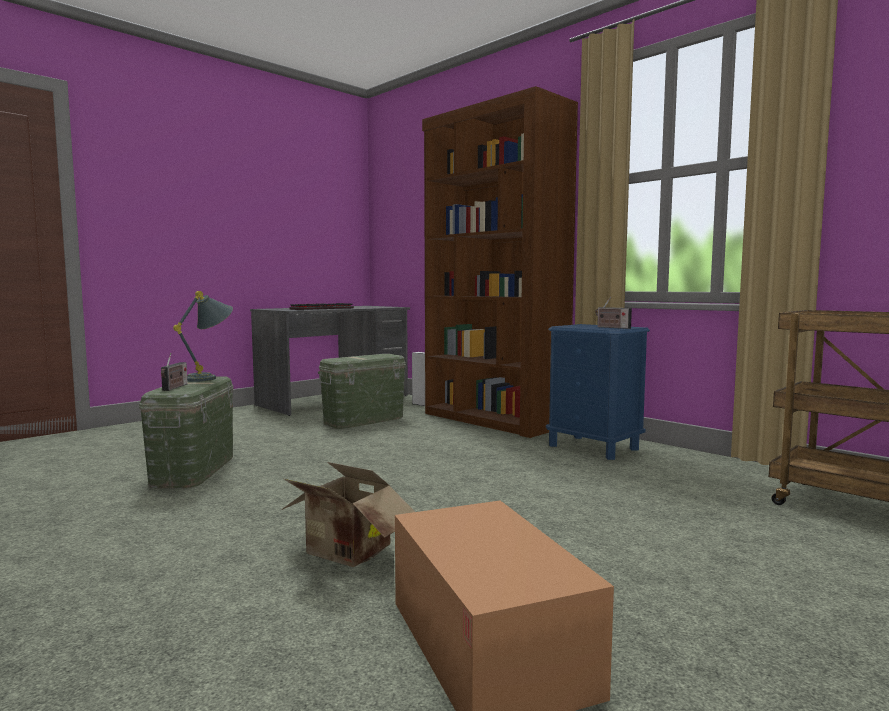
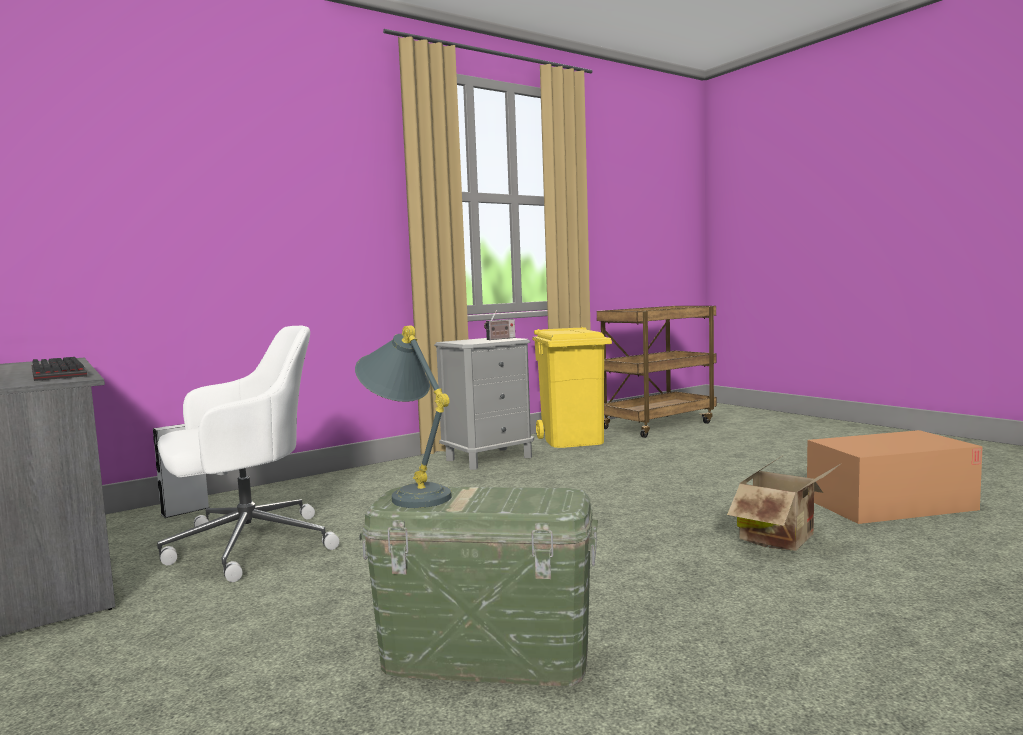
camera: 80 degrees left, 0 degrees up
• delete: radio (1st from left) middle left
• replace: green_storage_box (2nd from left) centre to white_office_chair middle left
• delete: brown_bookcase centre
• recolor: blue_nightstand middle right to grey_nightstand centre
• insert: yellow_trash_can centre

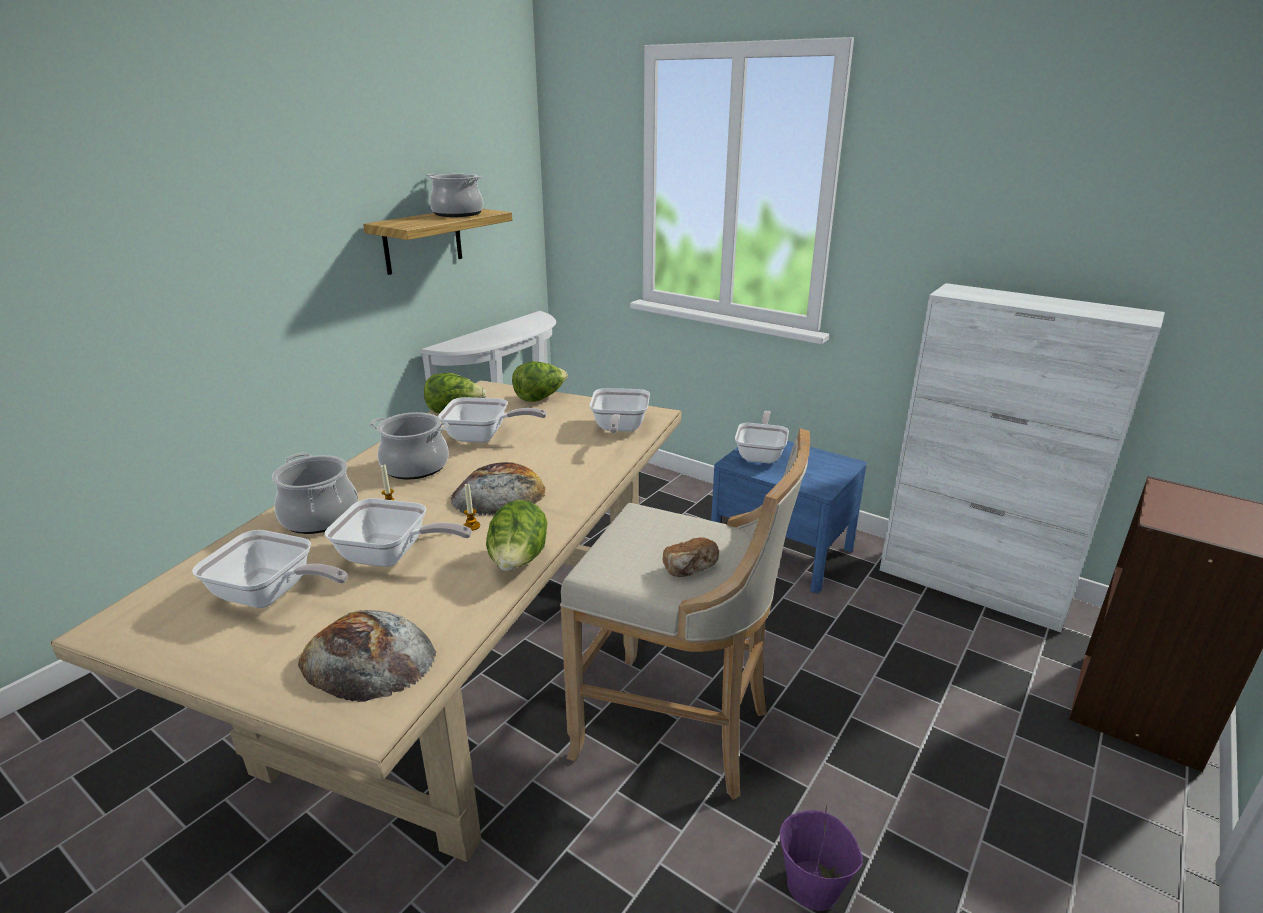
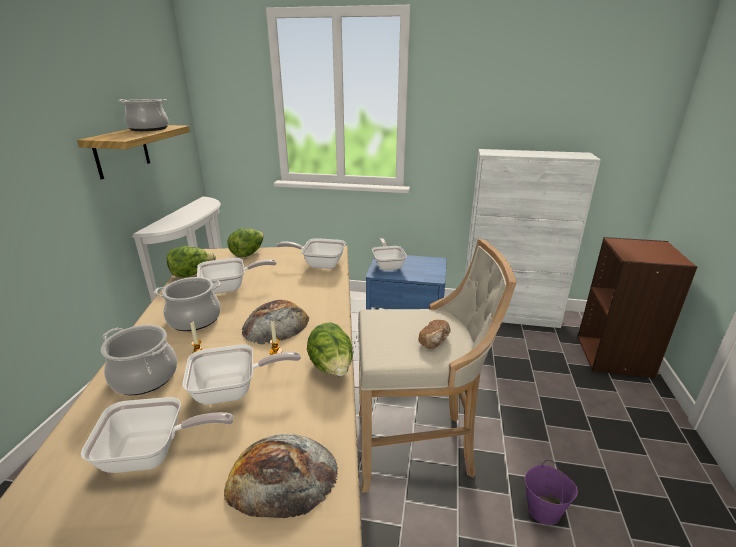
camera: 25 degrees left, 0 degrees up
• rotate: frying_pan (4th from left) centre = centre 120 degrees clockwise

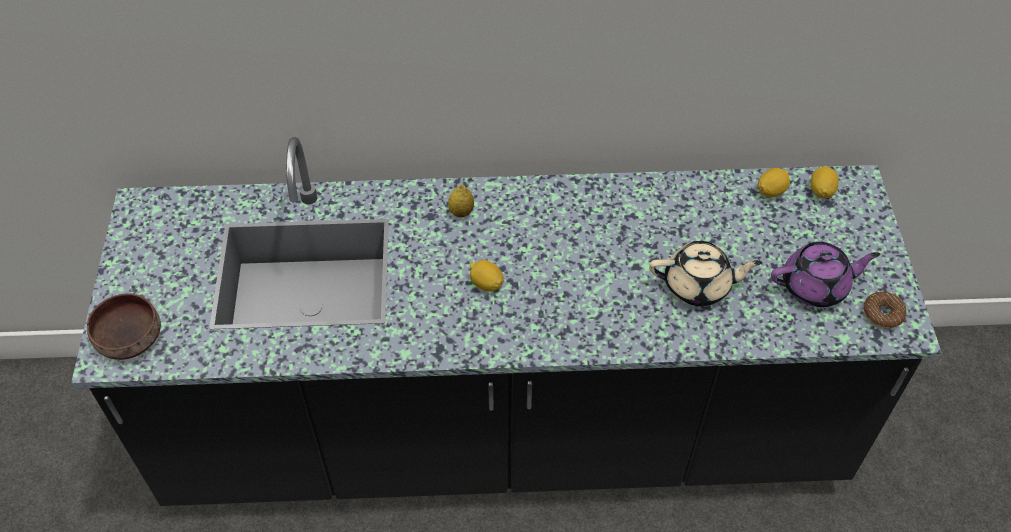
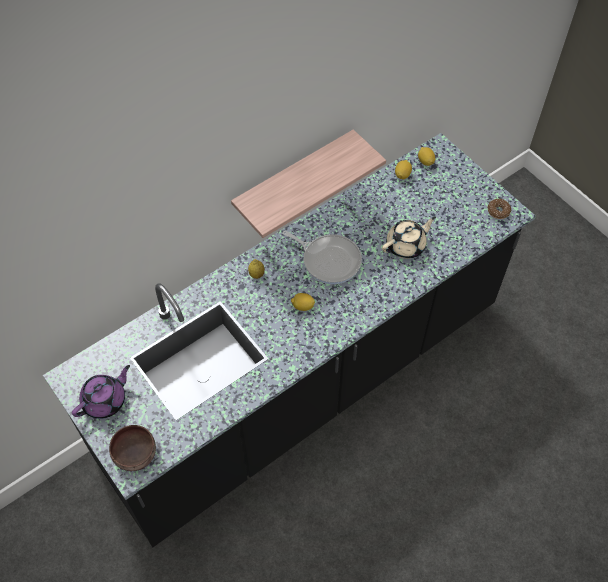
camera: 35 degrees left, 5 degrees up
• move: purple_teapot middle right to bottom left
• insert: shelf top centre
• insert: frying_pan centre

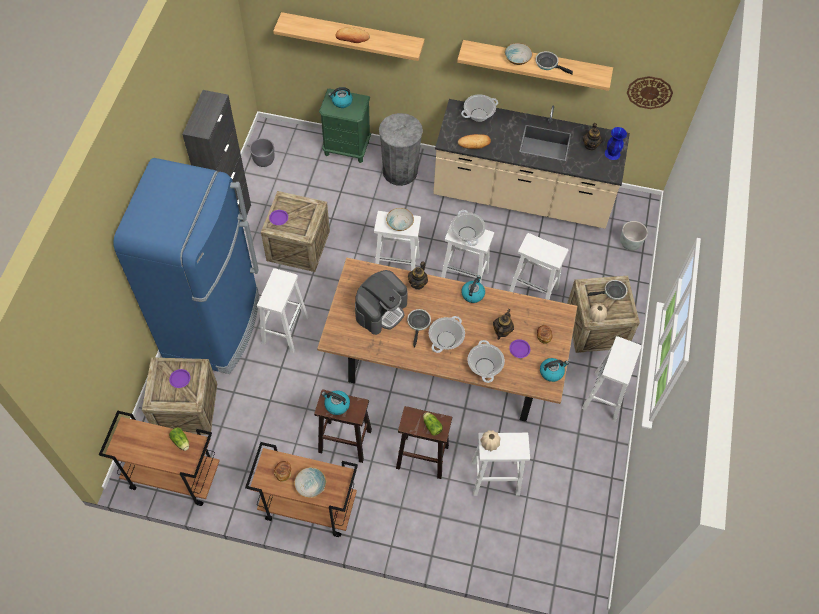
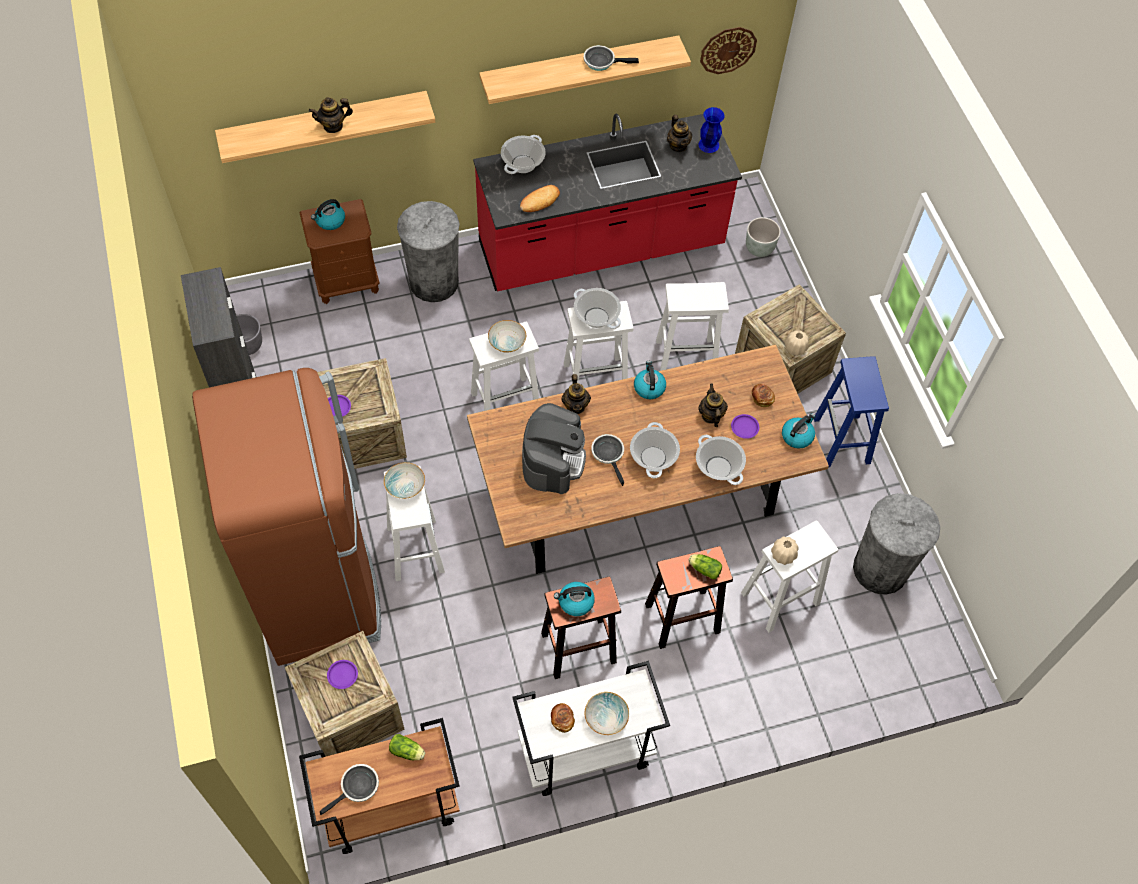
camera: 30 degrees left, 0 degrees up
• recolor: blue_fridge middle left to brown_fridge middle left
• recolor: brown_cart (2nd from left) bottom centre to white_cart bottom centre
• recolor: green_nightstand top centre to brown_nightstand top left
• replace: bread (2nd from left) top centre to teapot (1st from left) top left
• recolor: beige_counter top centre to red_counter top centre
• move: bowl (3rd from left in the first image) top centre to bowl (1st from left) centre
• recolor: white_stool (6th from left) middle right to blue_stool middle right
• move: frying_pan (3rd from left in the first image) middle right to frying_pan (1st from left) bottom left
• insert: grey_trash_can (2nd from left) middle right

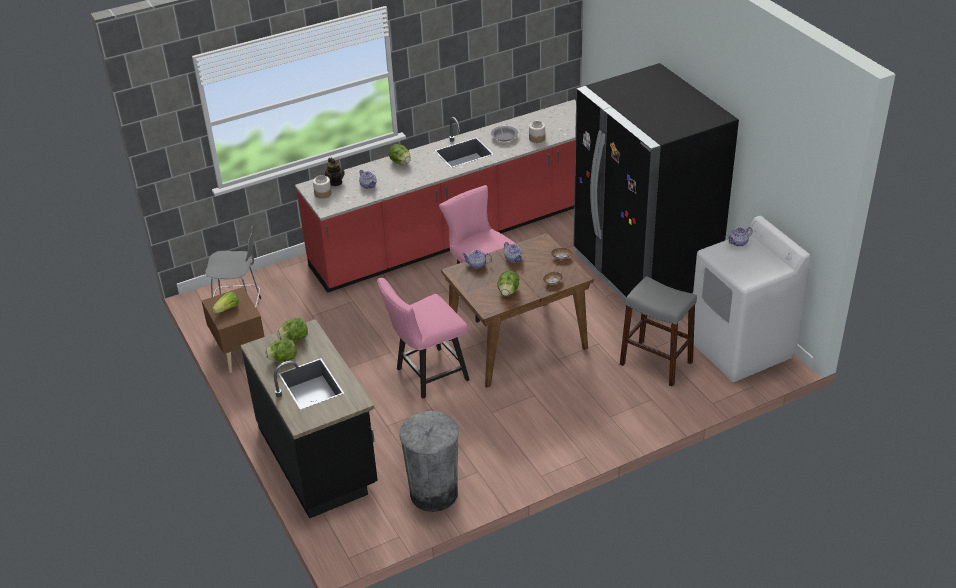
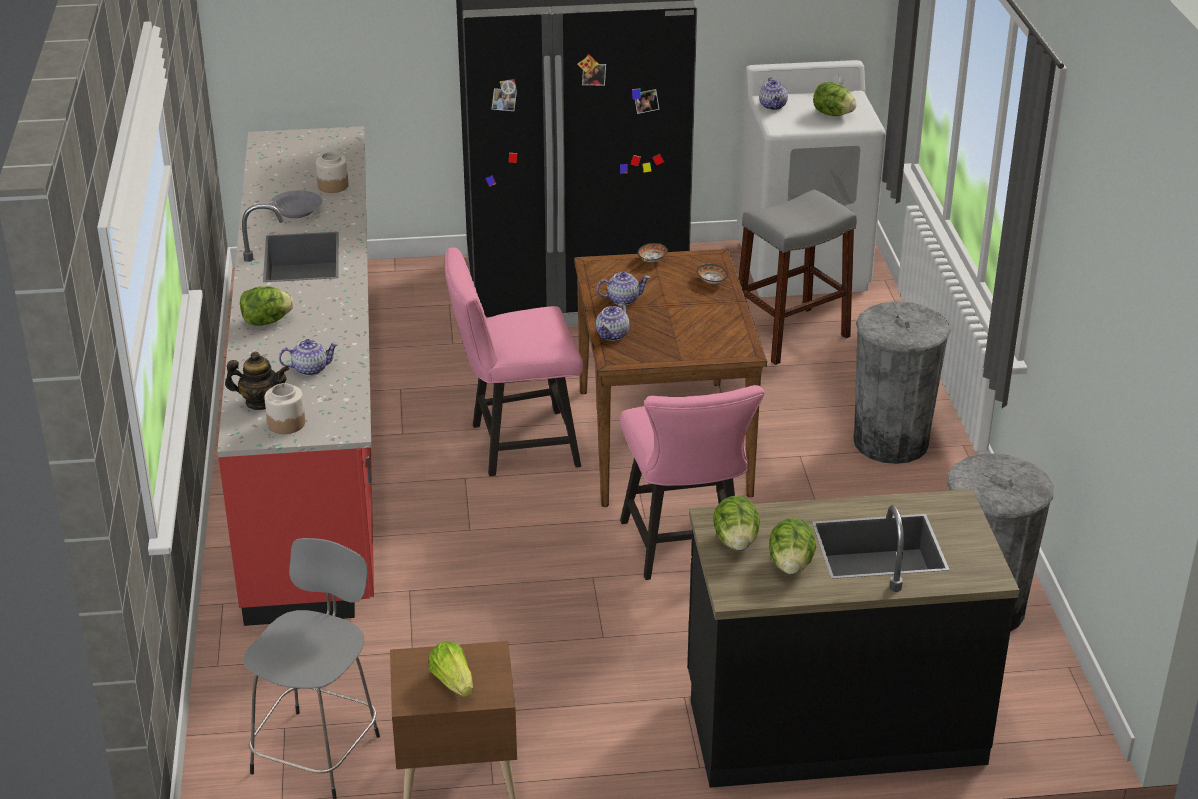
camera: 70 degrees left, 5 degrees down
• move: lettuce (5th from left) centre to top right
• insert: grey_trash_can (1st from left) middle right

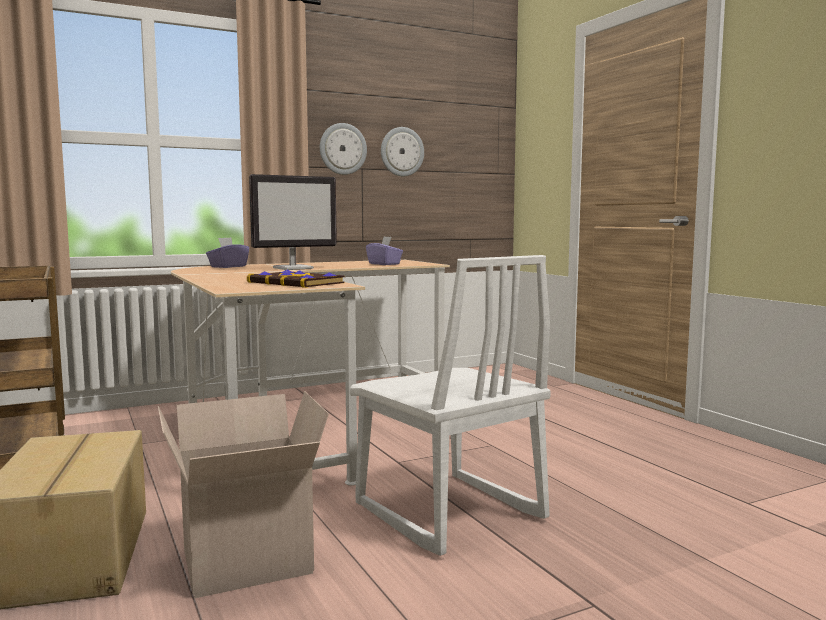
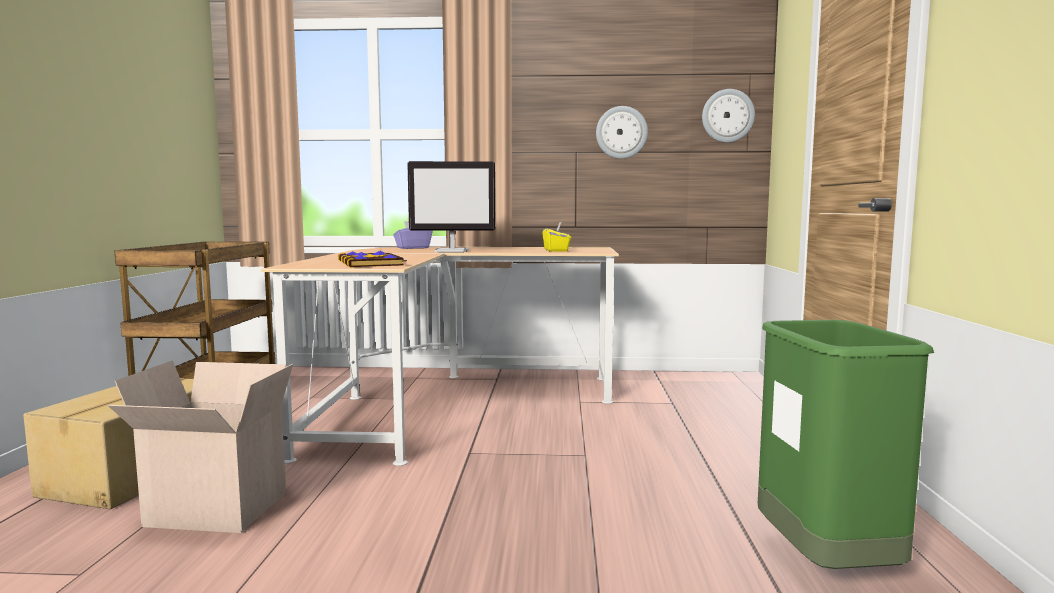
camera: 30 degrees right, 0 degrees up
• move: wall_clock (1st from left in the first image) top centre to wall_clock (2nd from left) top right
• delete: white_chair centre
• recolor: purple_tissue_box (2nd from left) centre to yellow_tissue_box centre
• insert: green_trash_can bottom right

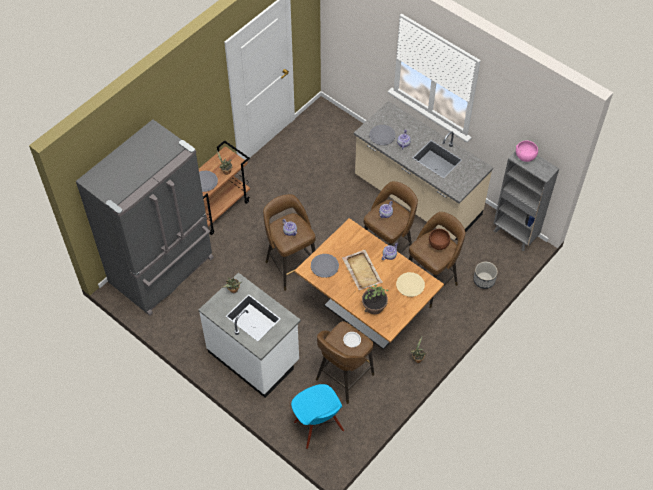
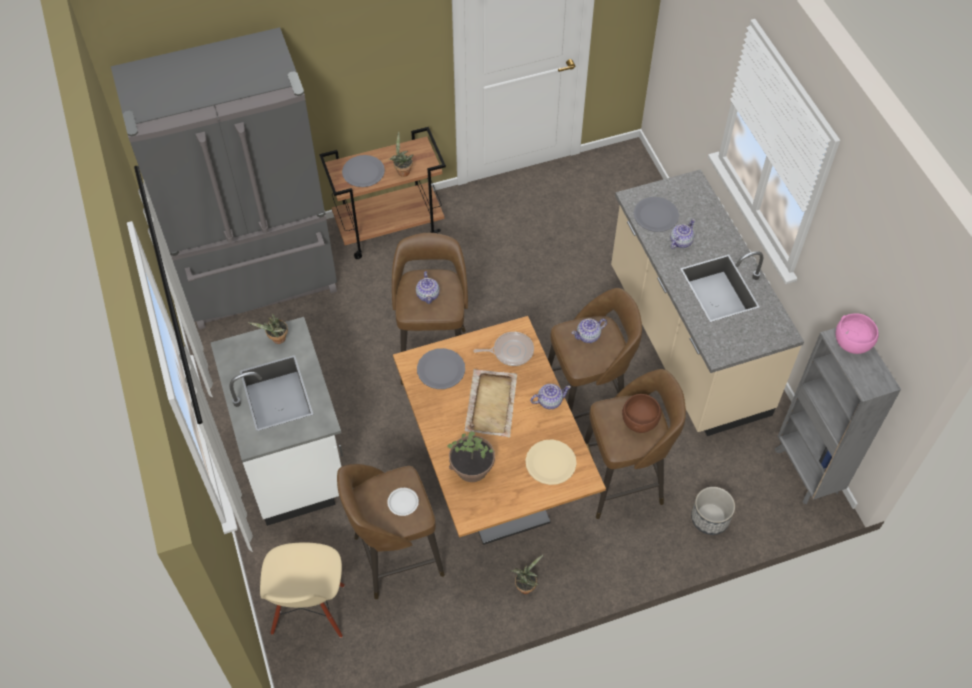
camera: 30 degrees right, 0 degrees up
• recolor: blue_chair bottom centre to beige_chair bottom left
• insert: frying_pan centre

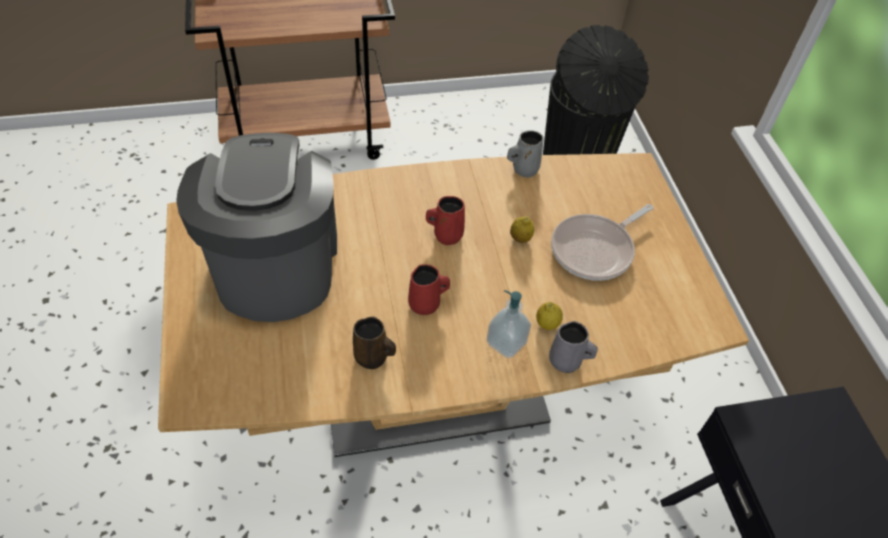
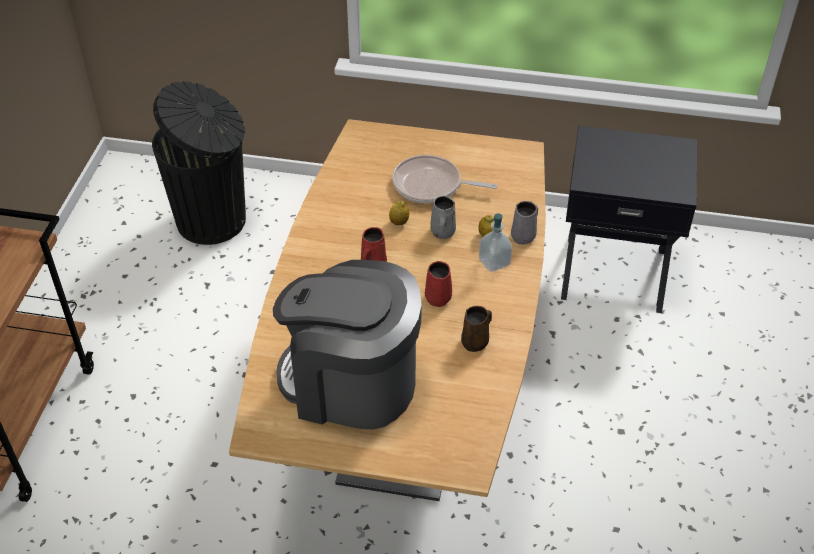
camera: 65 degrees left, 5 degrees down
• move: grey_mug (1st from left) top centre to centre
• rotate: frying_pan middle right = top centre 120 degrees clockwise

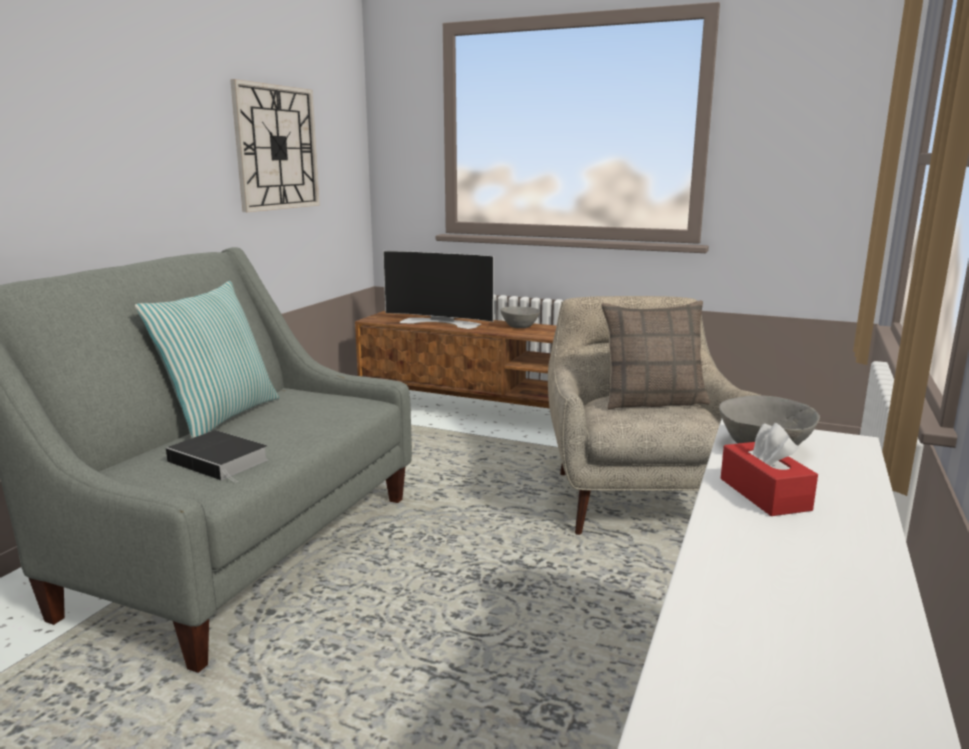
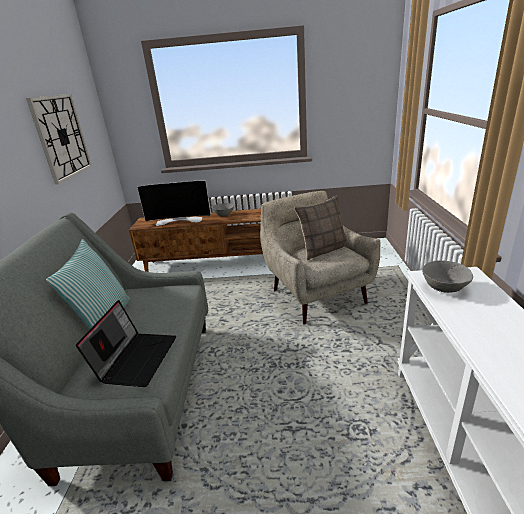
camera: 20 degrees left, 10 degrees up
• replace: book middle left to laptop bottom left
• delete: red_tissue_box middle right

